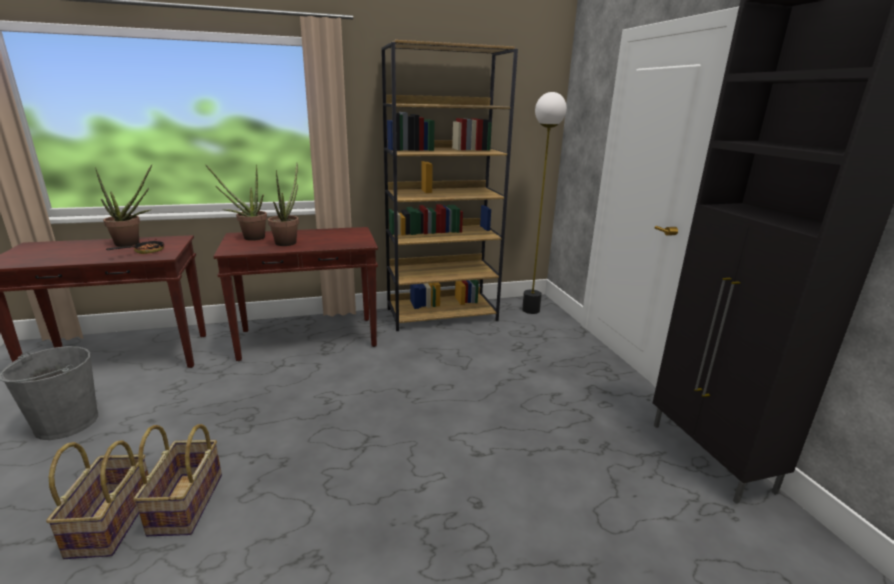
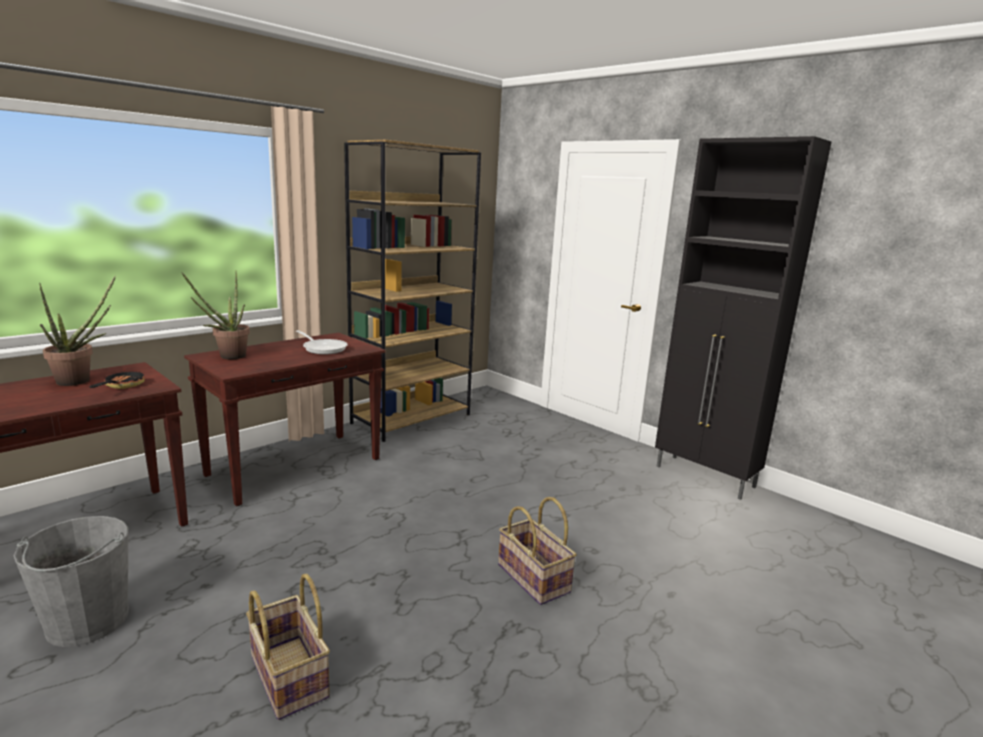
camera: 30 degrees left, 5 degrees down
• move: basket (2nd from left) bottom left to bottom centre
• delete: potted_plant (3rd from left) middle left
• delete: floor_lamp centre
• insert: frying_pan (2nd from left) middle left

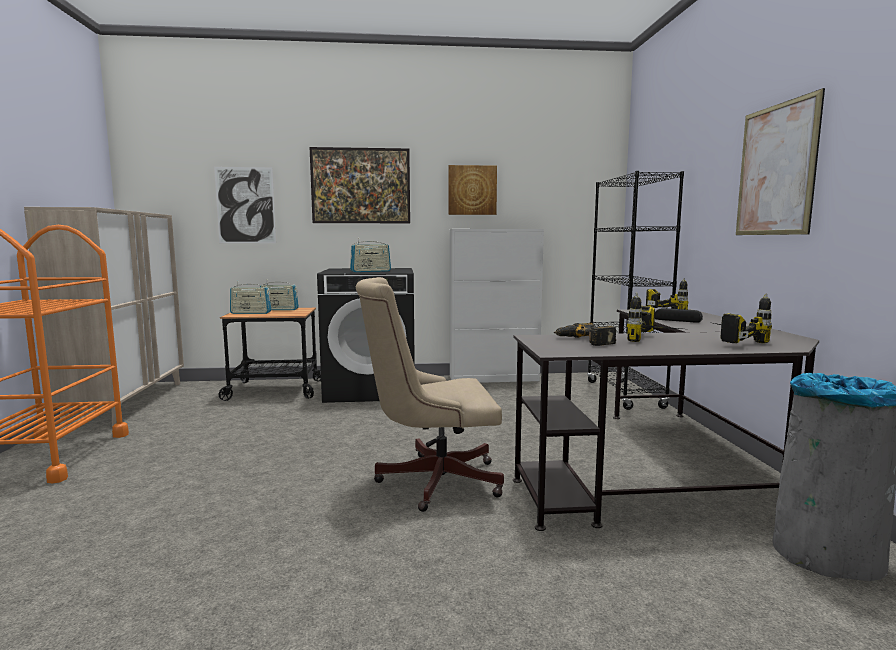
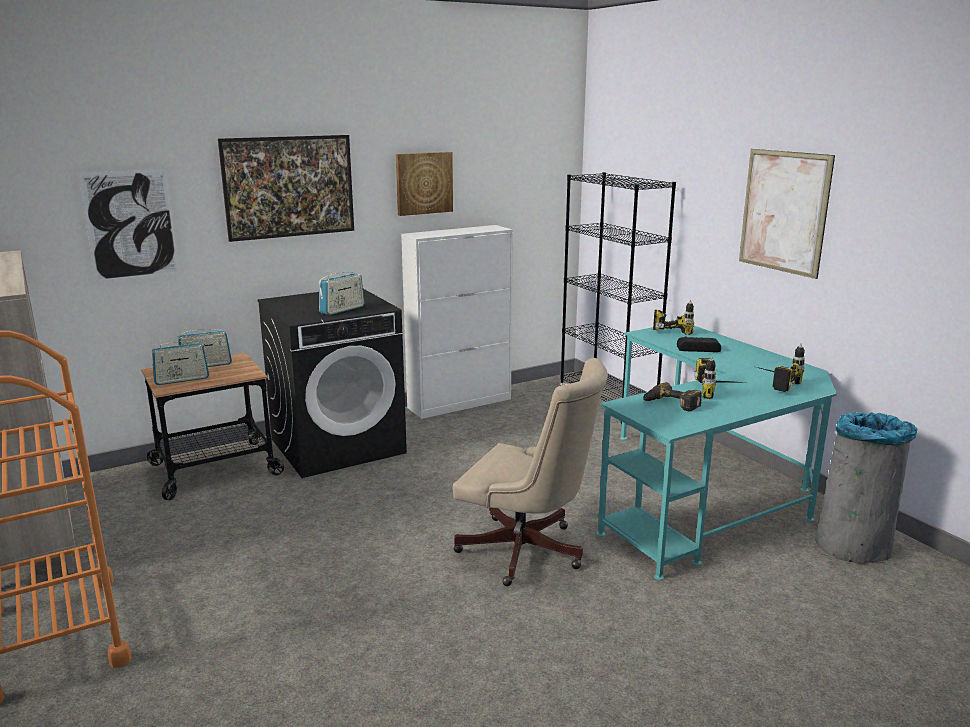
camera: 25 degrees left, 10 degrees up
• rotate: beige_office_chair centre = centre 120 degrees counterclockwise
• recolor: black_desk middle right to turquoise_desk middle right

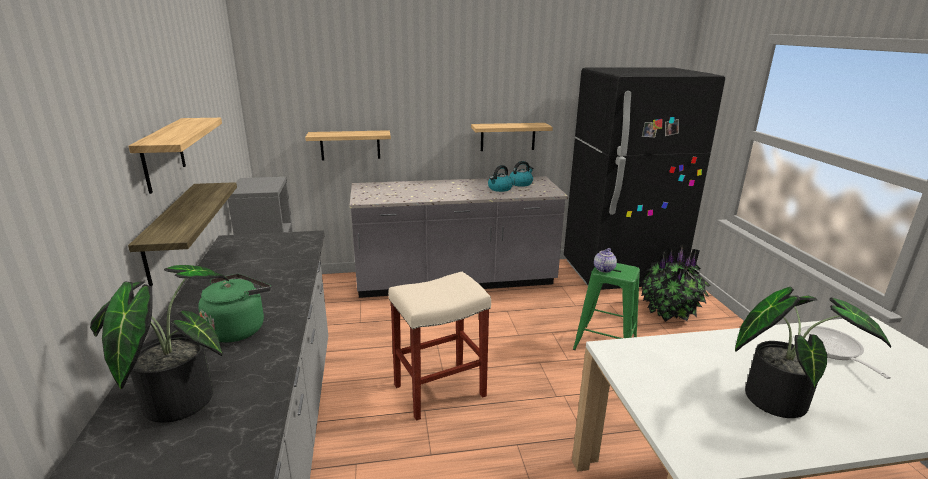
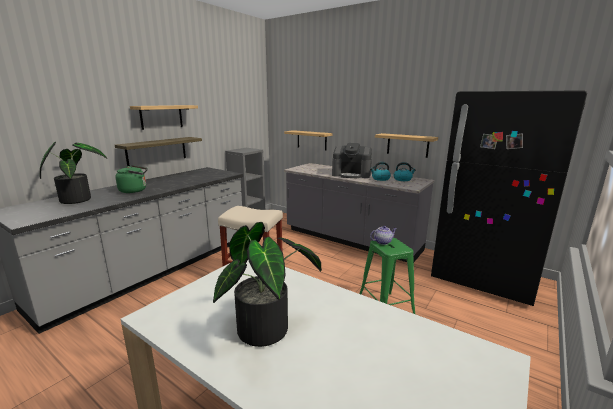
camera: 45 degrees right, 5 degrees down
• delete: potted_plant (2nd from left) middle right
• delete: frying_pan bottom right
• insert: coffee_machine centre

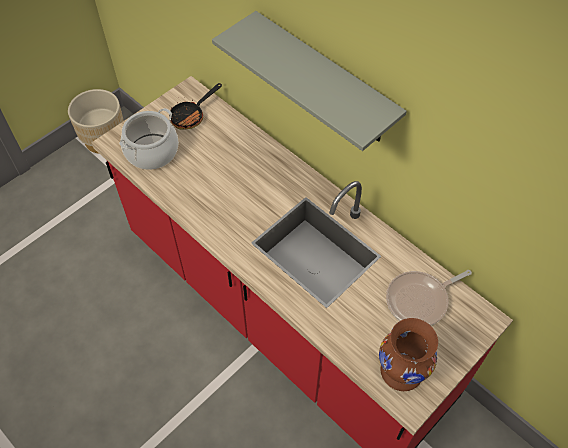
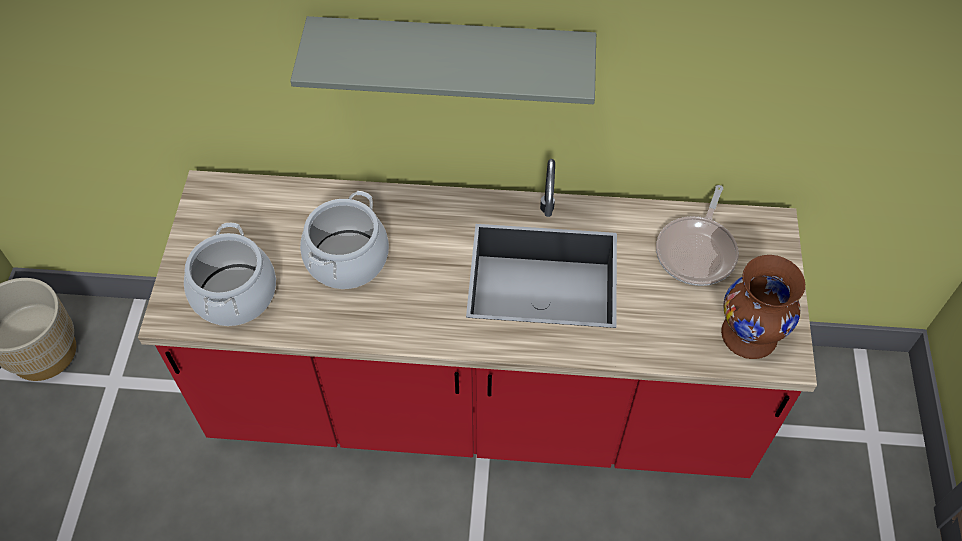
camera: 40 degrees left, 0 degrees up
• delete: frying_pan (1st from left) top centre
• insert: cooking_pot (2nd from left) centre

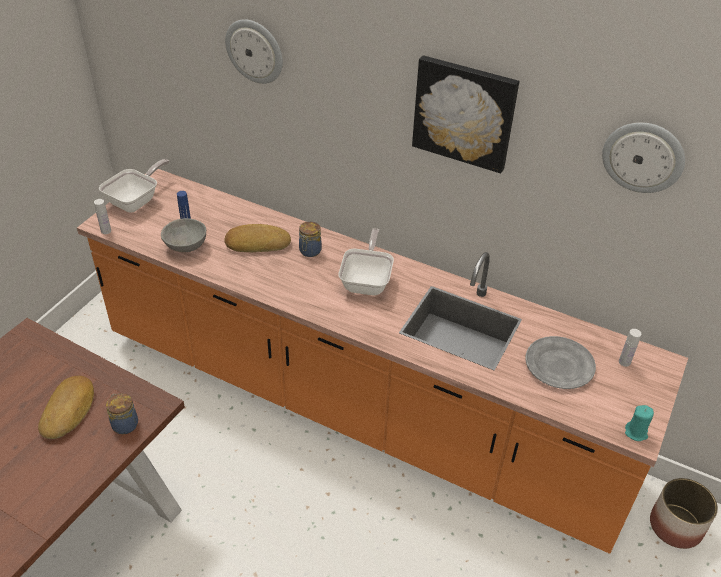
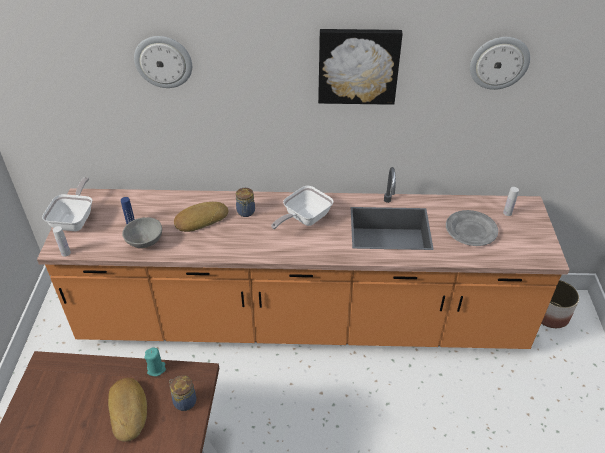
camera: 25 degrees left, 0 degrees up
• rotate: frying_pan (2nd from left) centre = centre 120 degrees counterclockwise
• move: turquoise_candle bottom right to bottom left

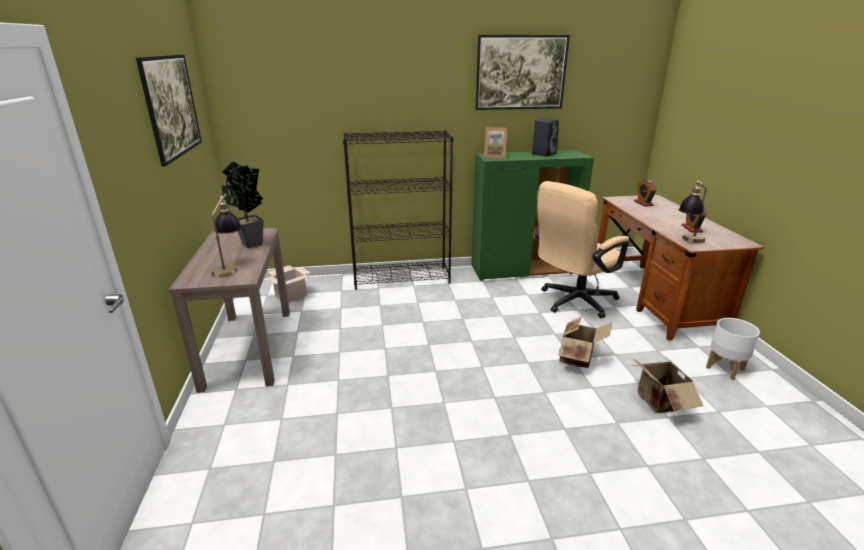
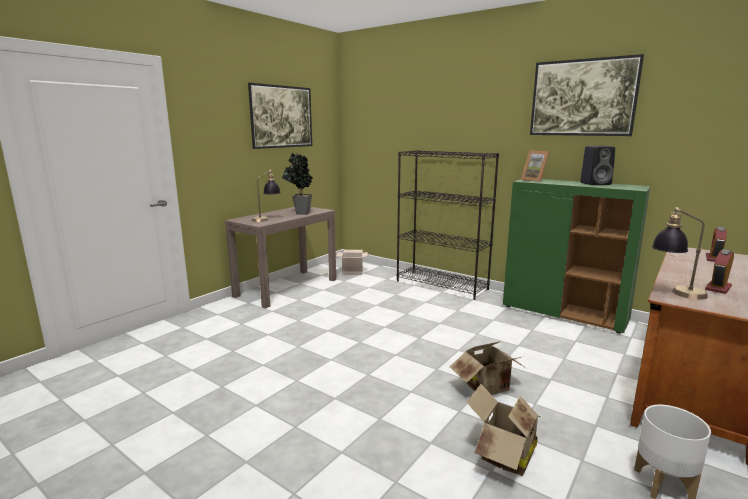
camera: 45 degrees right, 10 degrees down
• delete: beige_office_chair middle right

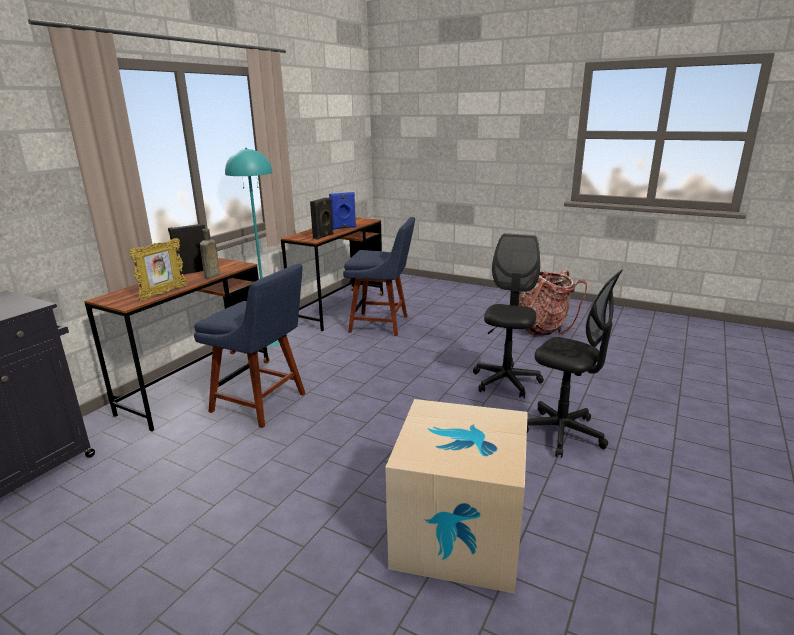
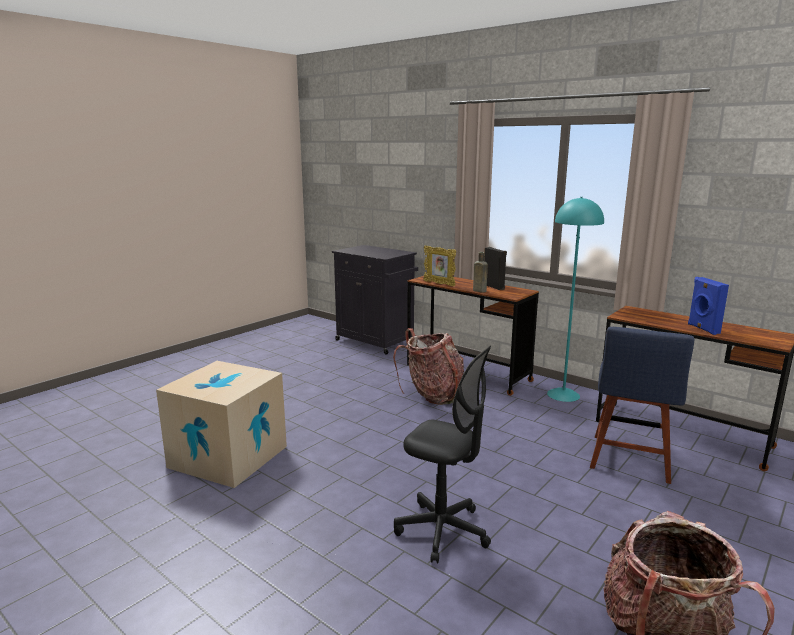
camera: 100 degrees right, 5 degrees down
• replace: blue_chair (1st from left) middle left to backpack (1st from left) centre
• delete: black_speaker (2nd from left) centre
• delete: black_office_chair (2nd from left) middle right

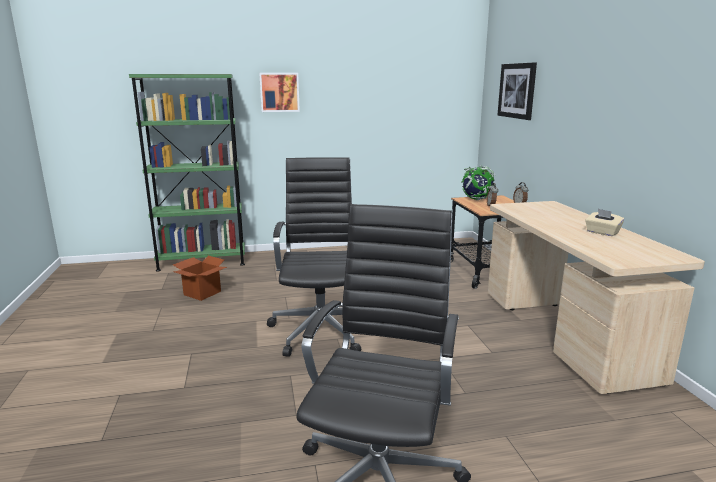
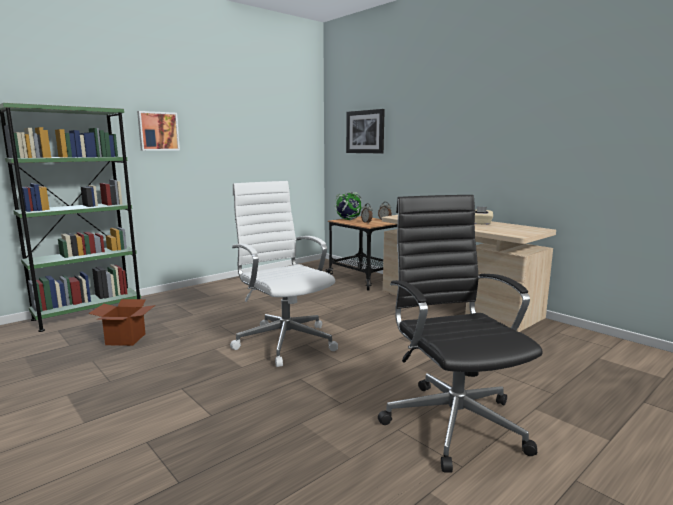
camera: 30 degrees left, 5 degrees down
• recolor: black_office_chair (1st from left) centre to white_office_chair centre

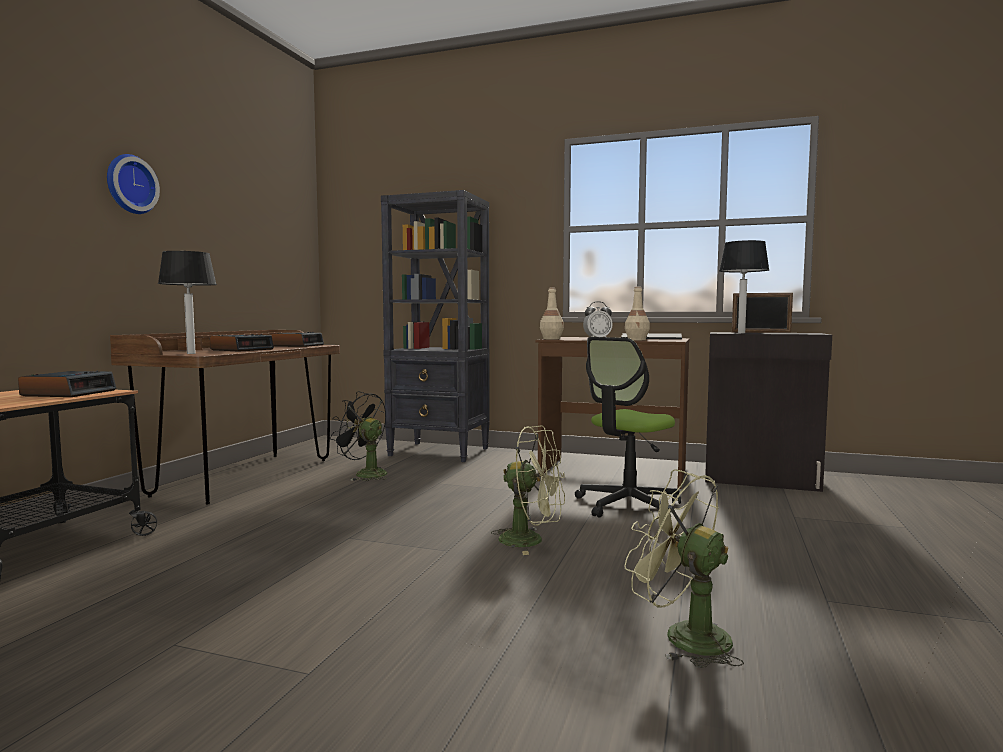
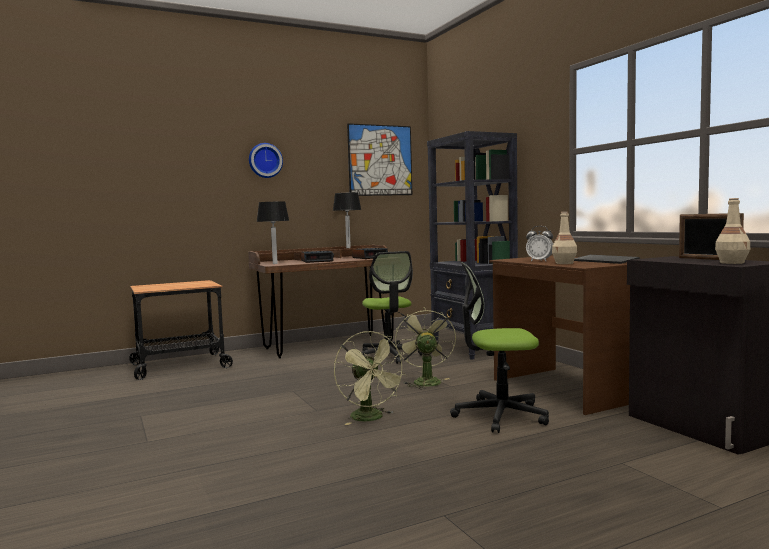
camera: 45 degrees right, 0 degrees up
• delete: alarm_clock (1st from left) middle left
• replace: black_fan centre to office_chair (1st from left) centre
• move: beige_bottle (1st from left in the first image) centre to beige_bottle (2nd from left) middle right
• move: green_fan (2nd from left) bottom right to centre
• move: table_lamp (2nd from left) middle right to centre
• insert: picture top centre

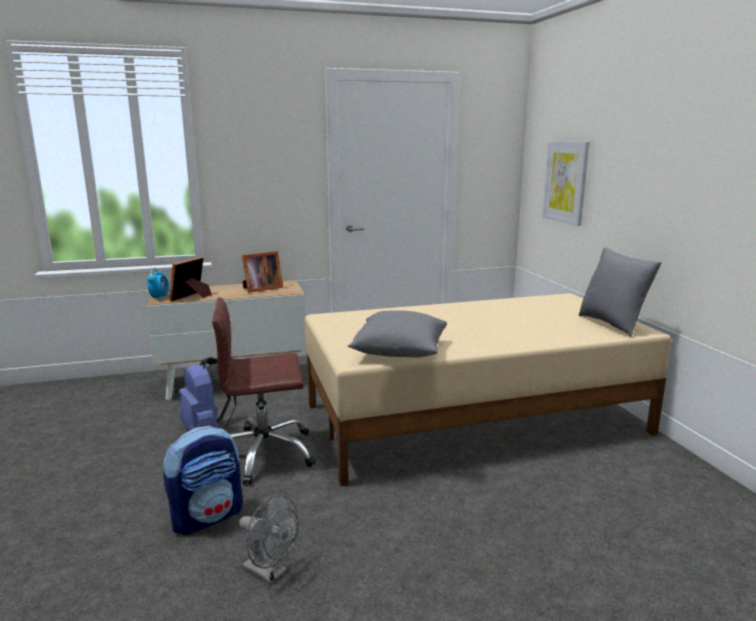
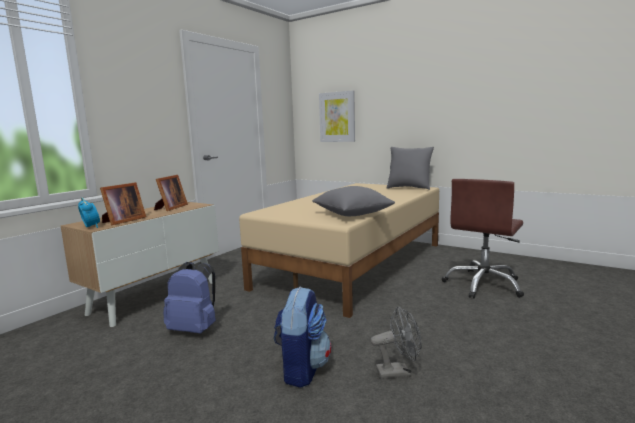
camera: 40 degrees left, 5 degrees down
• rotate: picture_frame (1st from left) middle left = middle left 135 degrees counterclockwise
• move: brown_office_chair centre to middle right

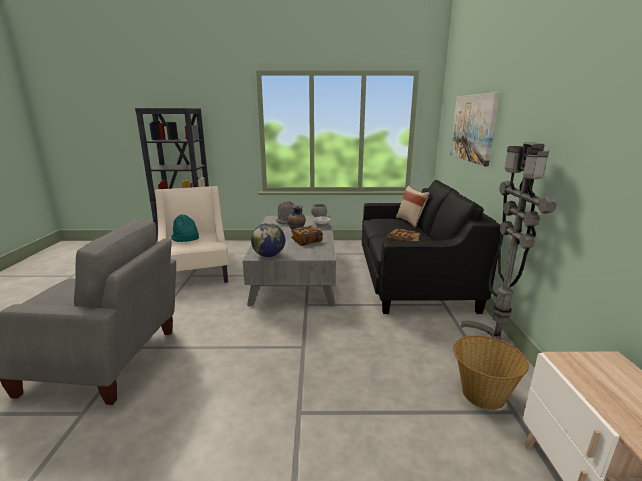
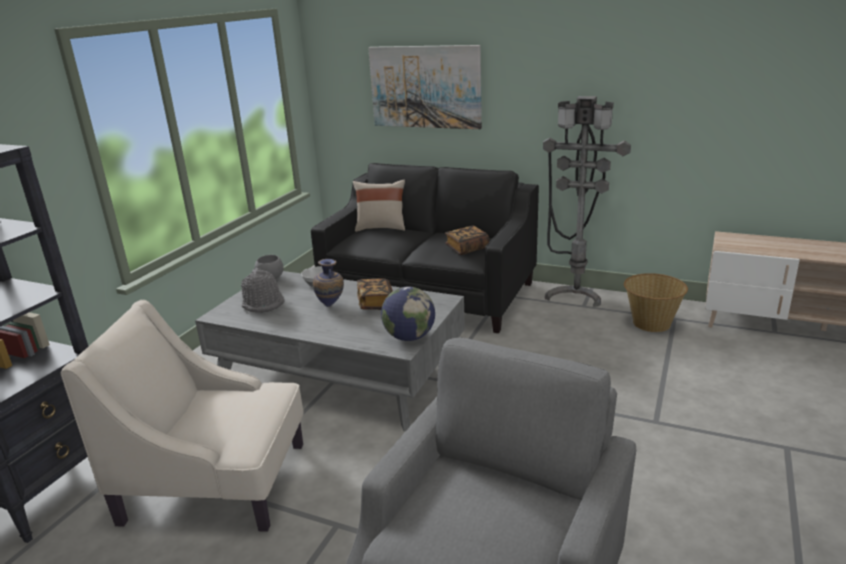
camera: 65 degrees left, 5 degrees up
• delete: turquoise_hat middle left

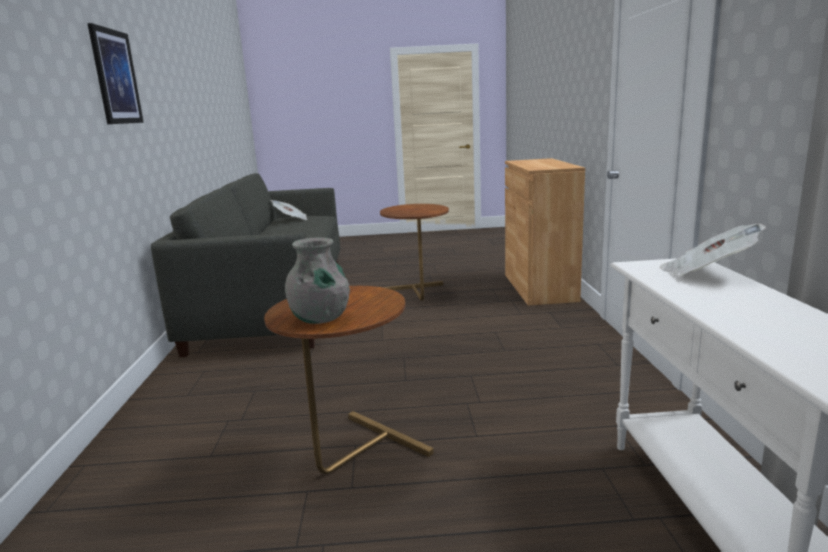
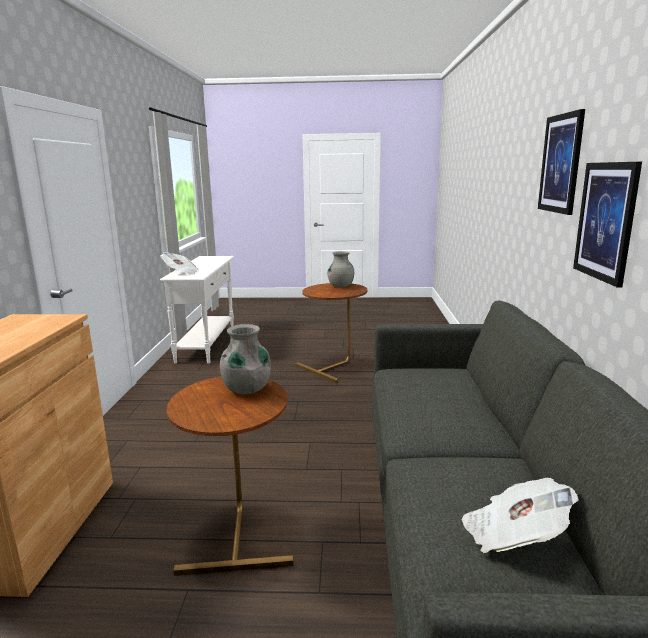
camera: 175 degrees left, 0 degrees up
• insert: grey_vase (1st from left) centre
• insert: picture (2nd from left) middle right

